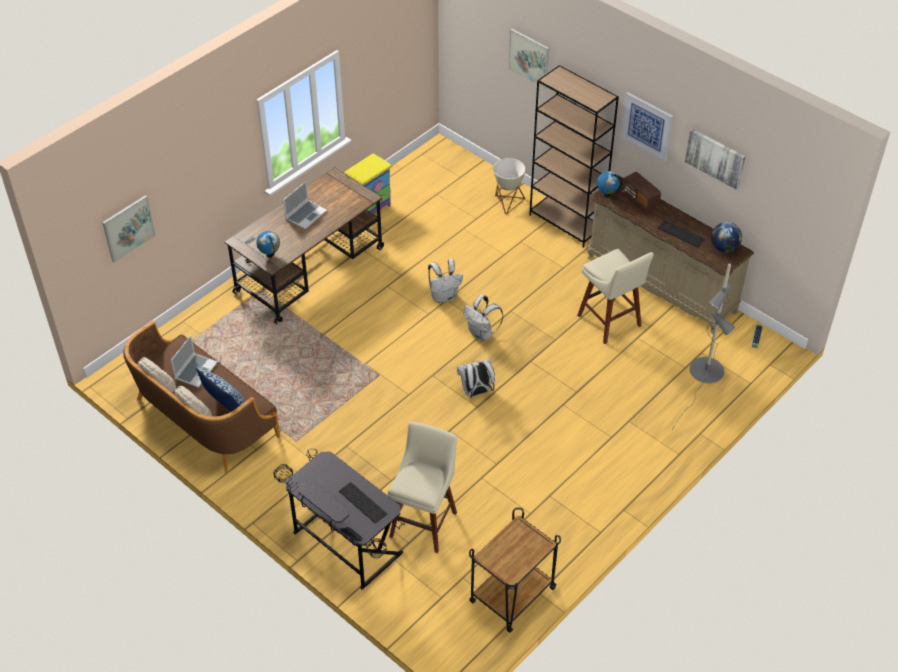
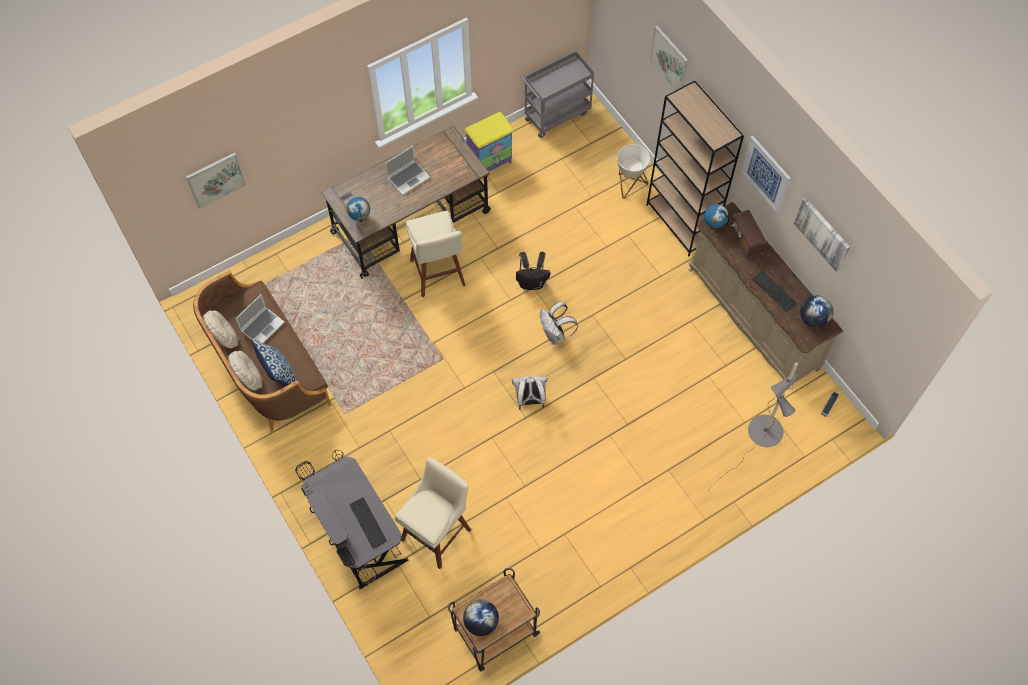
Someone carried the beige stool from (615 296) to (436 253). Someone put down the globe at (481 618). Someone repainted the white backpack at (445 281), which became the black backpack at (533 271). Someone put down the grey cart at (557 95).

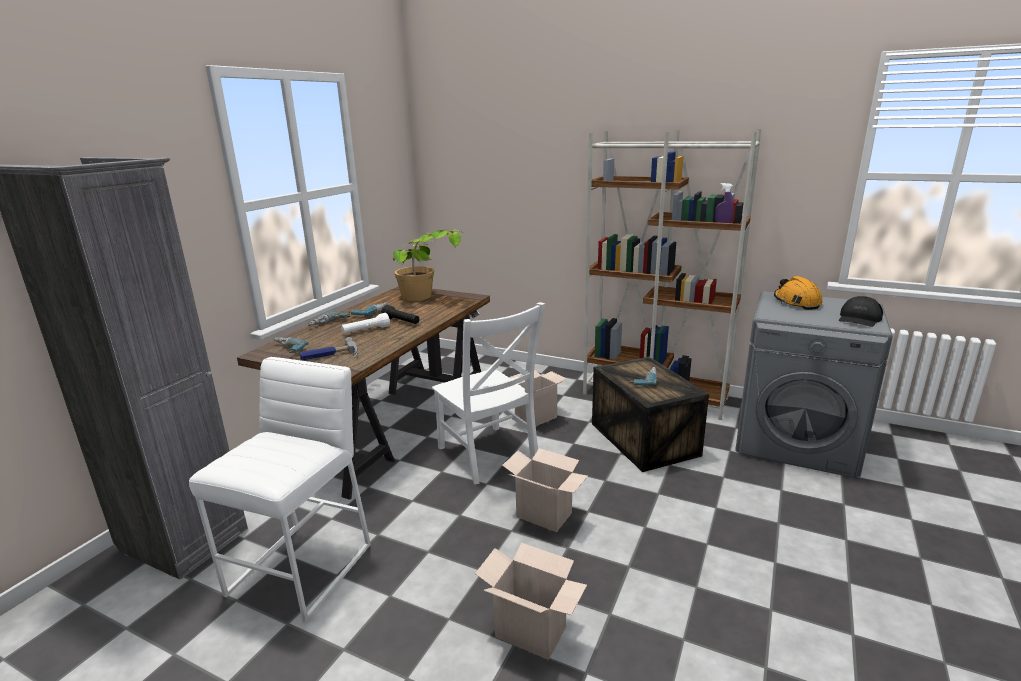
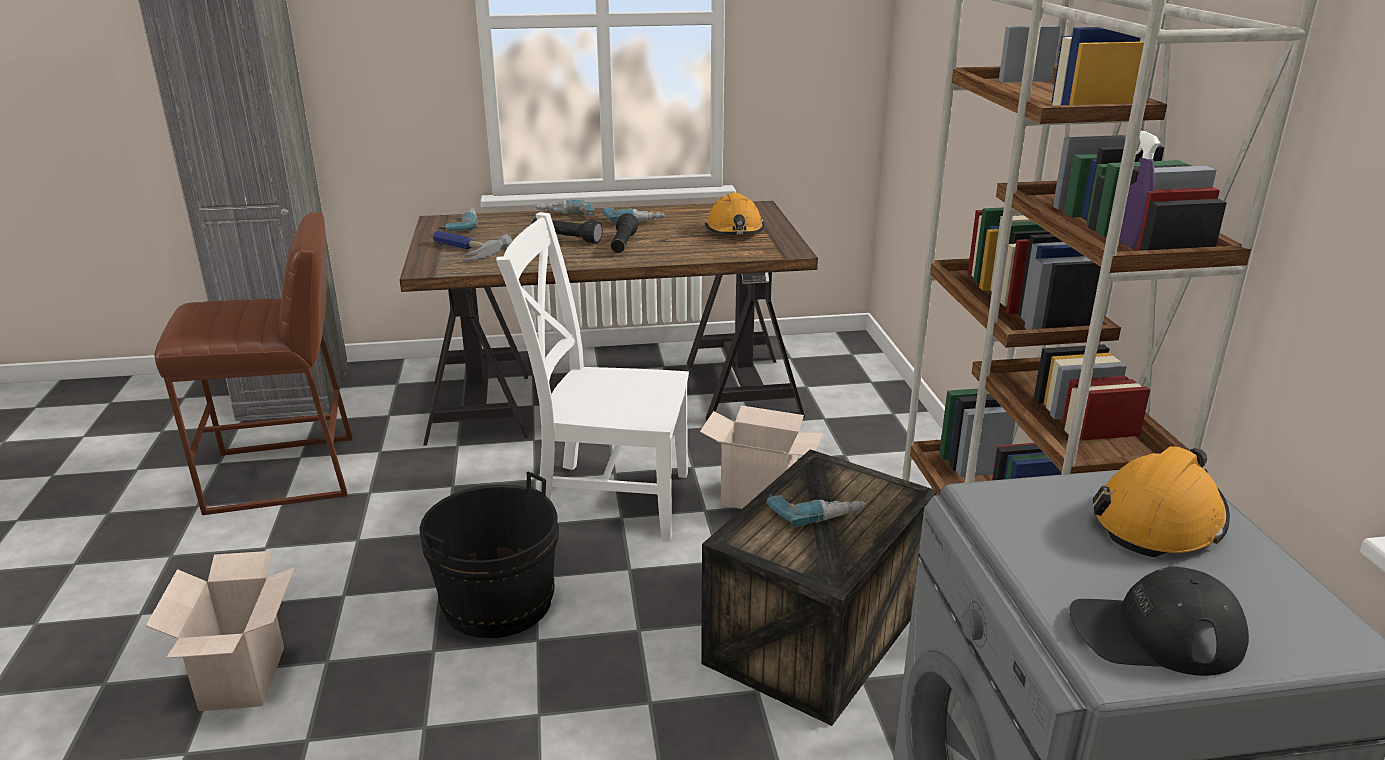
Someone repainted the white stool at (280 489), which became the brown stool at (253 363). Someone swapped the cardboard box at (545 490) for the black bucket at (489 554). Someone rotated the white chair at (488 393) by 75 degrees clockwise. Someone repainted the white flashlight at (365 323), which became the black flashlight at (567 231). Someone swapped the potted plant at (428 265) for the orange hard hat at (734 214).

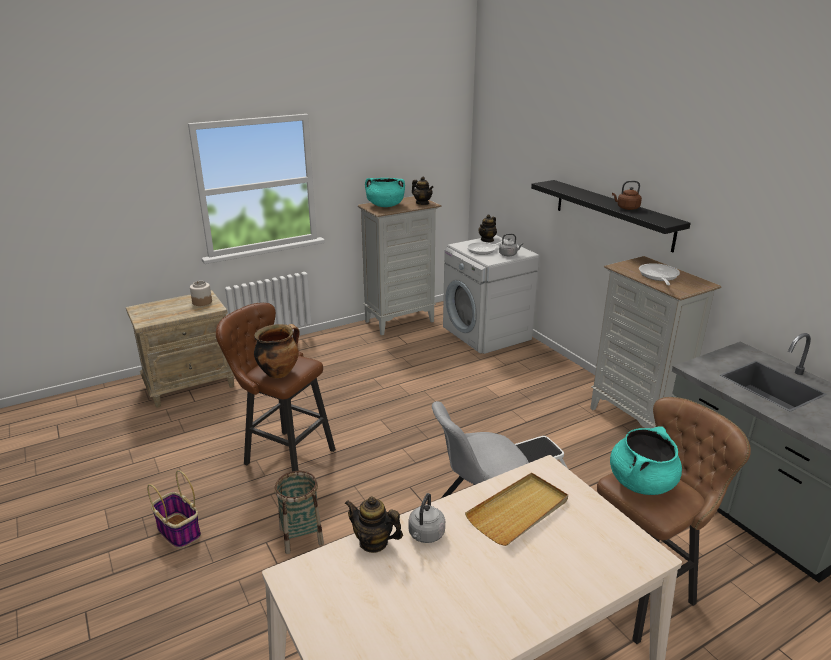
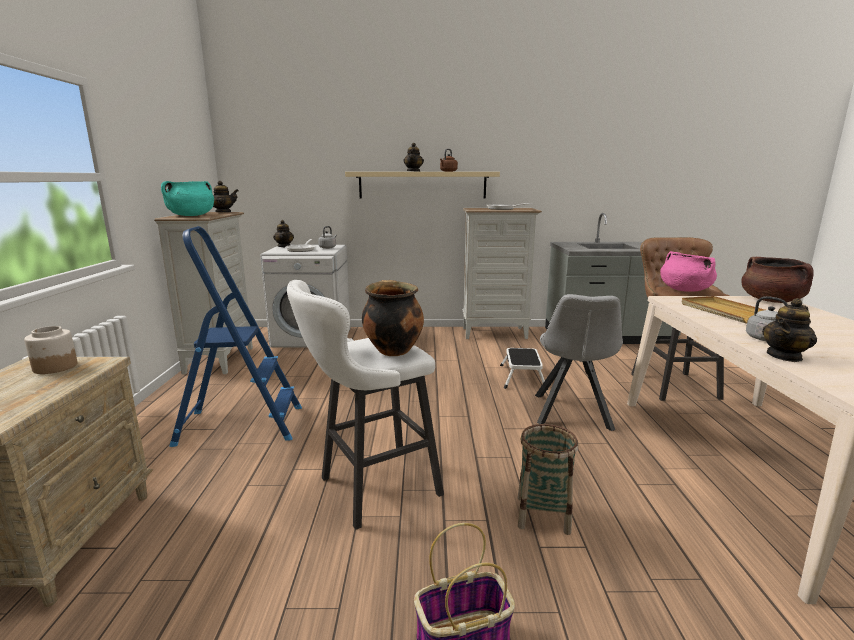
Someone put down the blue step ladder at (235 336). Someone repainted the brown stool at (276 387), which became the white stool at (365 405). Someone repainted the black shelf at (611 216), which became the beige shelf at (422 185). Someone put down the teapot at (413 157). Someone repainted the turquoise cooking pot at (646 460), which became the pink cooking pot at (688 271). Someone put down the brown cooking pot at (778 280).

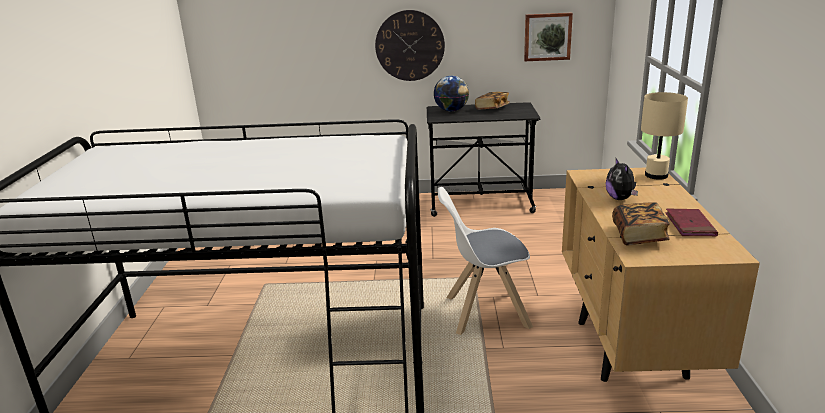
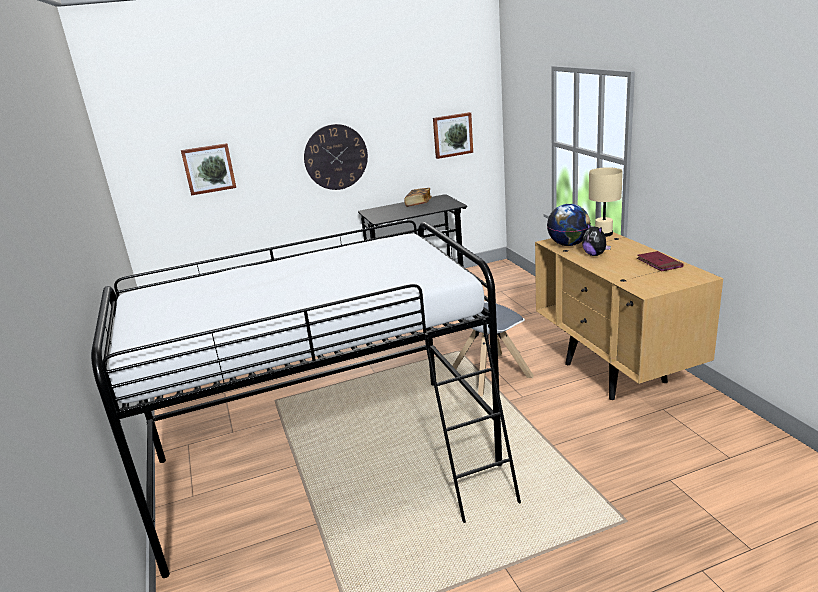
Someone put up the picture at (208 169). Someone carried the globe from (451 93) to (569 225). Someone took away the book at (641 223).

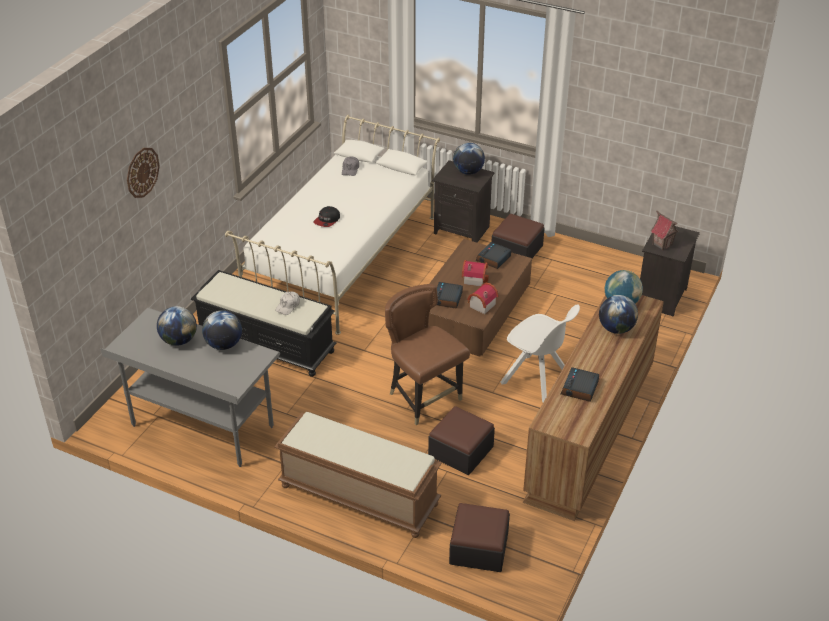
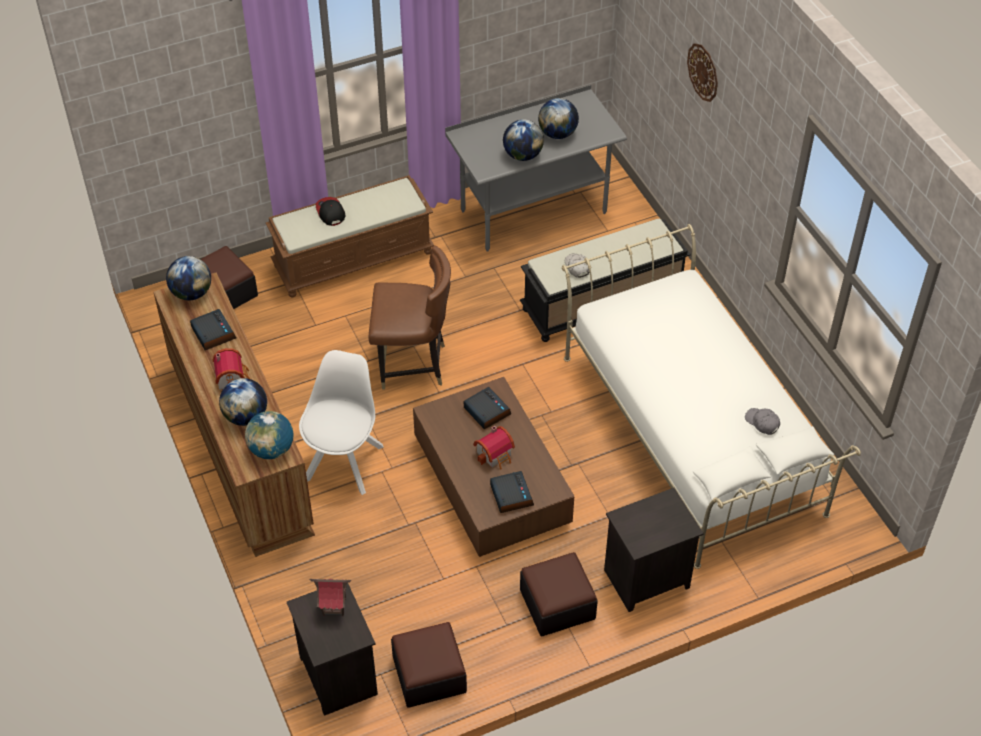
Someone carried the globe from (469 159) to (188 278). Someone carried the toy house from (483 298) to (231 369). Someone rotated the white chair at (540 353) by 120 degrees clockwise. Someone carried the cap from (327 216) to (331 211). Someone carried the ottoman from (461 440) to (429 665).

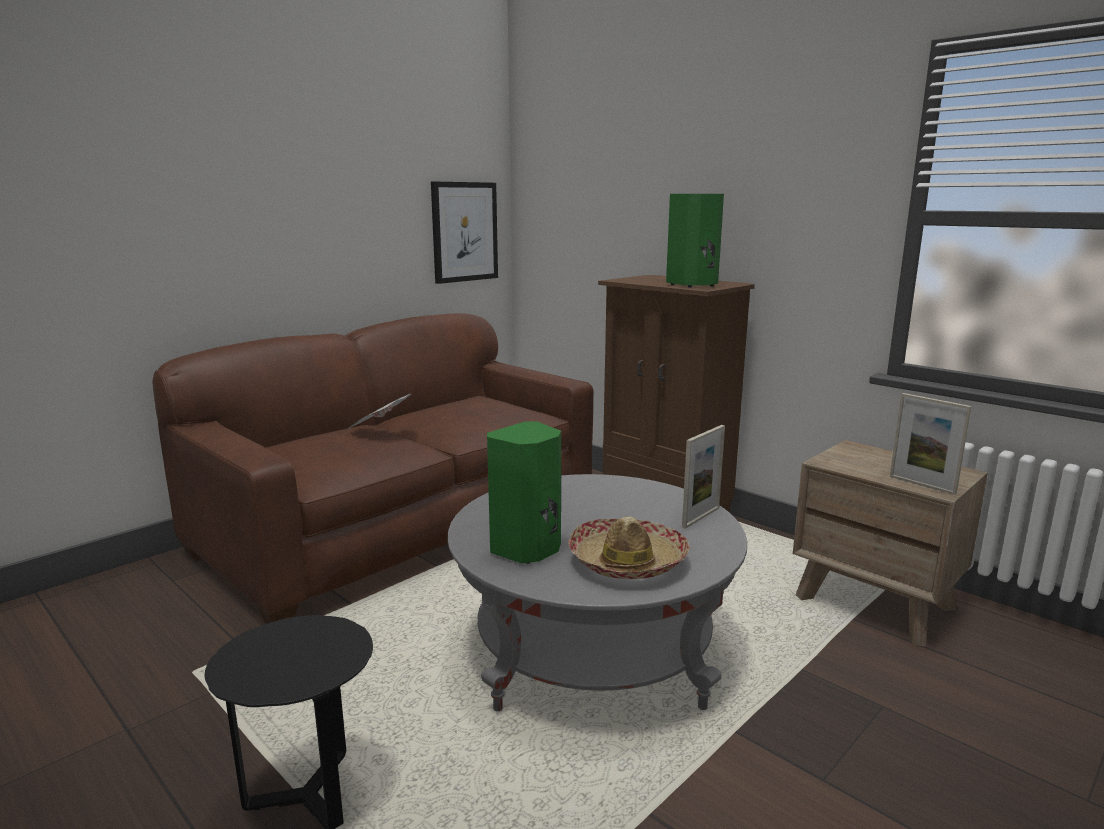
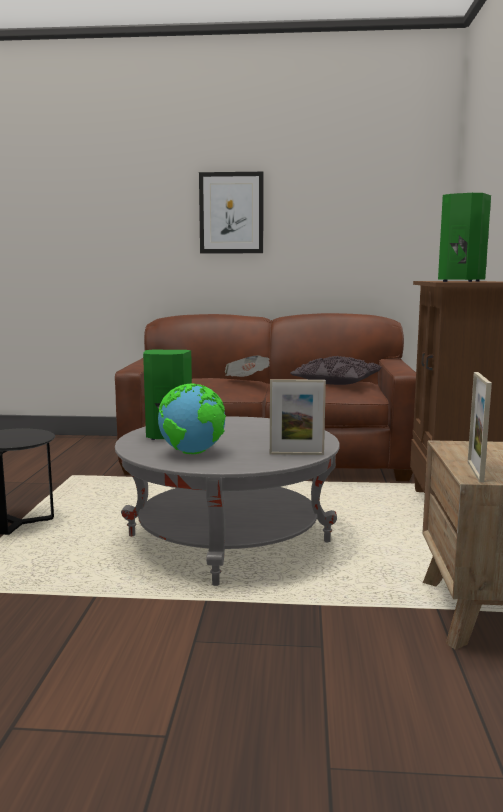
Someone swapped the hat at (629 548) for the globe at (192 419). Someone carried the picture from (464 233) to (231 212). Someone put down the black pillow at (335 370).

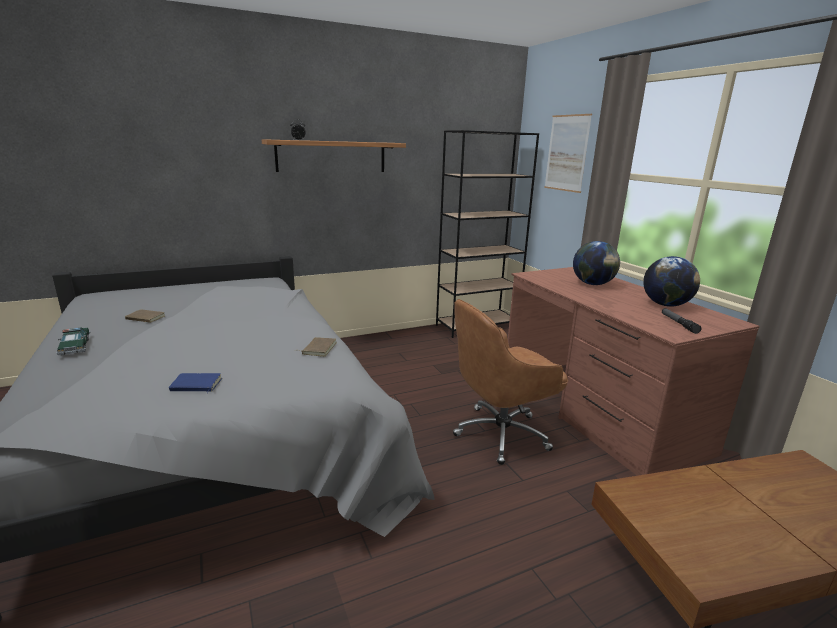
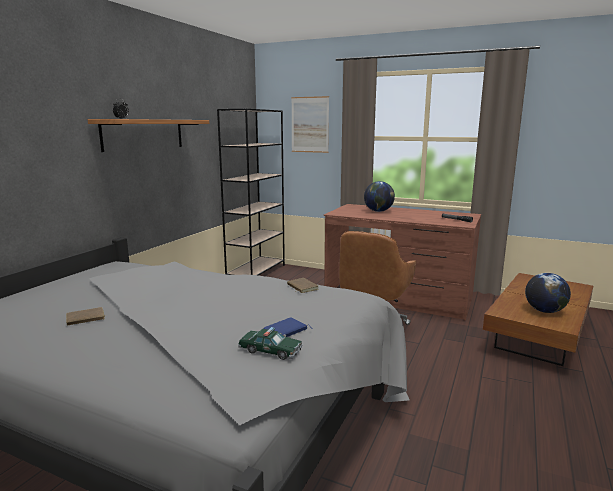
Someone carried the toy car from (73 341) to (270 343). Someone carried the globe from (671 281) to (548 293).

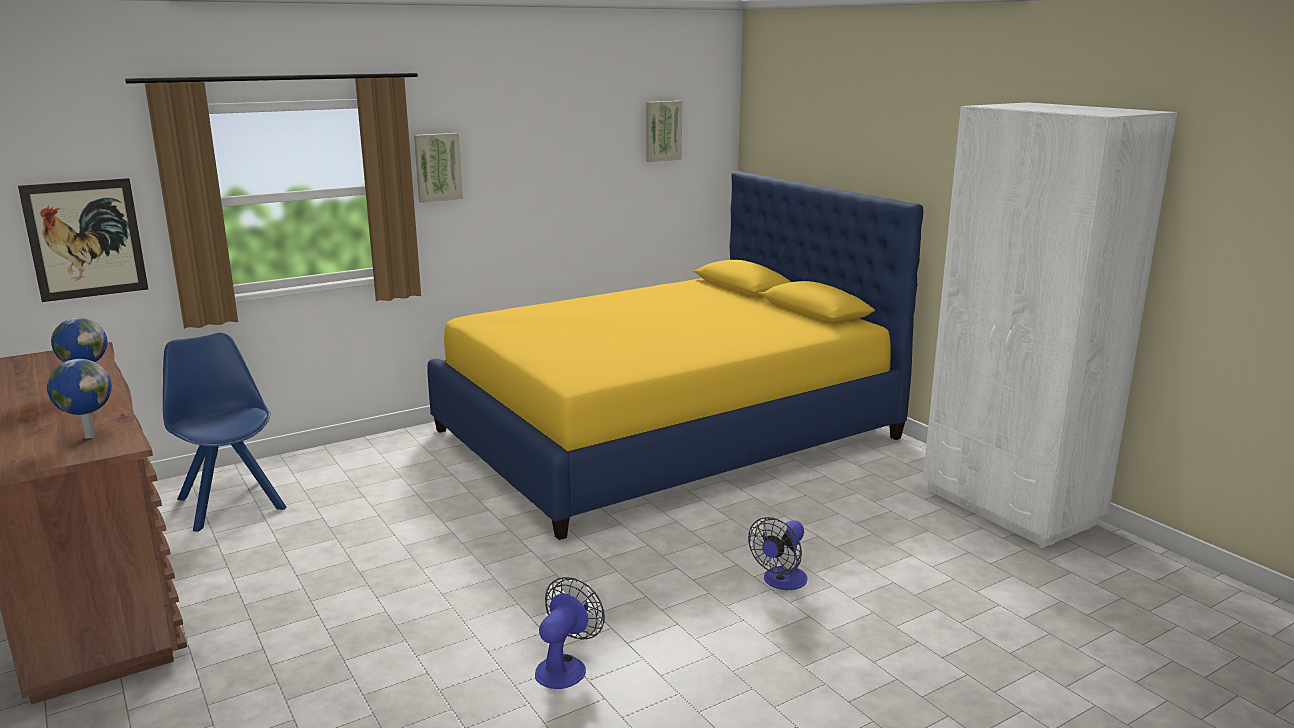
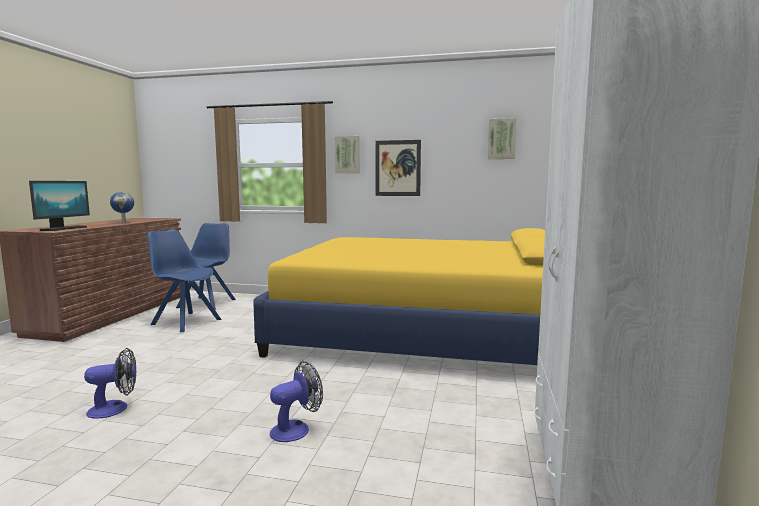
Someone swapped the globe at (79 398) for the monitor at (59 206). Someone put down the blue chair at (184 280). Someone rotated the fan at (777 553) by 150 degrees clockwise. Someone carried the picture from (83 240) to (398 168).

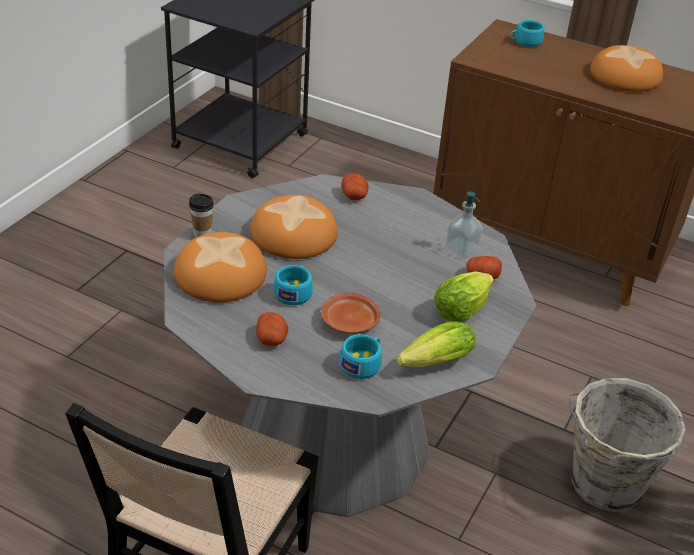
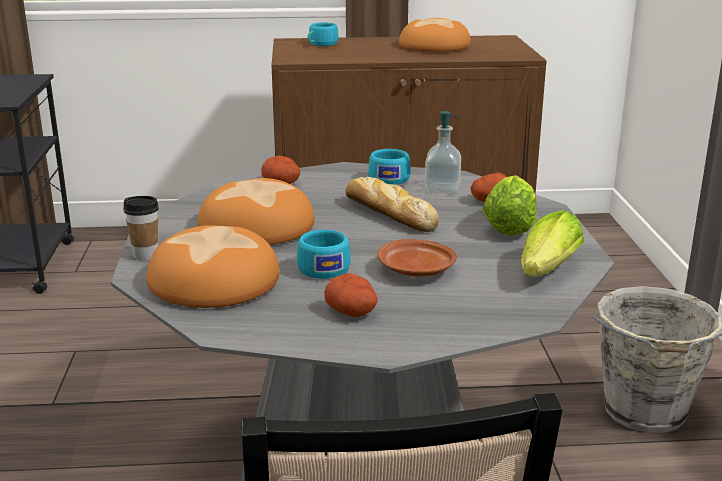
Someone put down the bread at (392 204). Someone carried the turquoise cup from (360 356) to (389 167).

